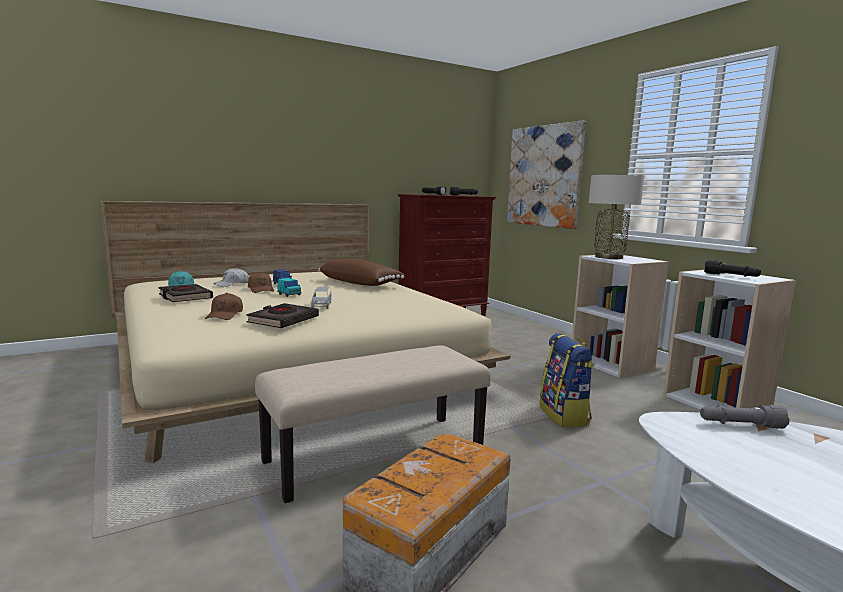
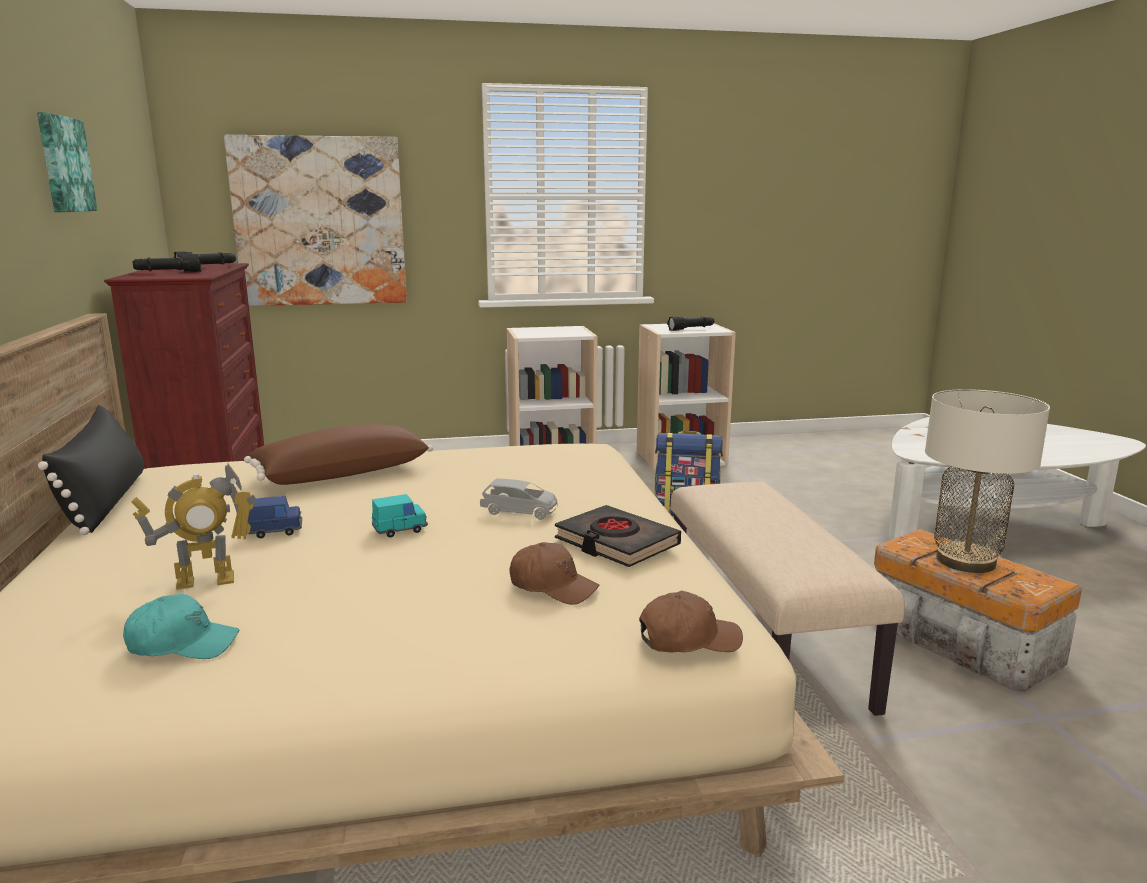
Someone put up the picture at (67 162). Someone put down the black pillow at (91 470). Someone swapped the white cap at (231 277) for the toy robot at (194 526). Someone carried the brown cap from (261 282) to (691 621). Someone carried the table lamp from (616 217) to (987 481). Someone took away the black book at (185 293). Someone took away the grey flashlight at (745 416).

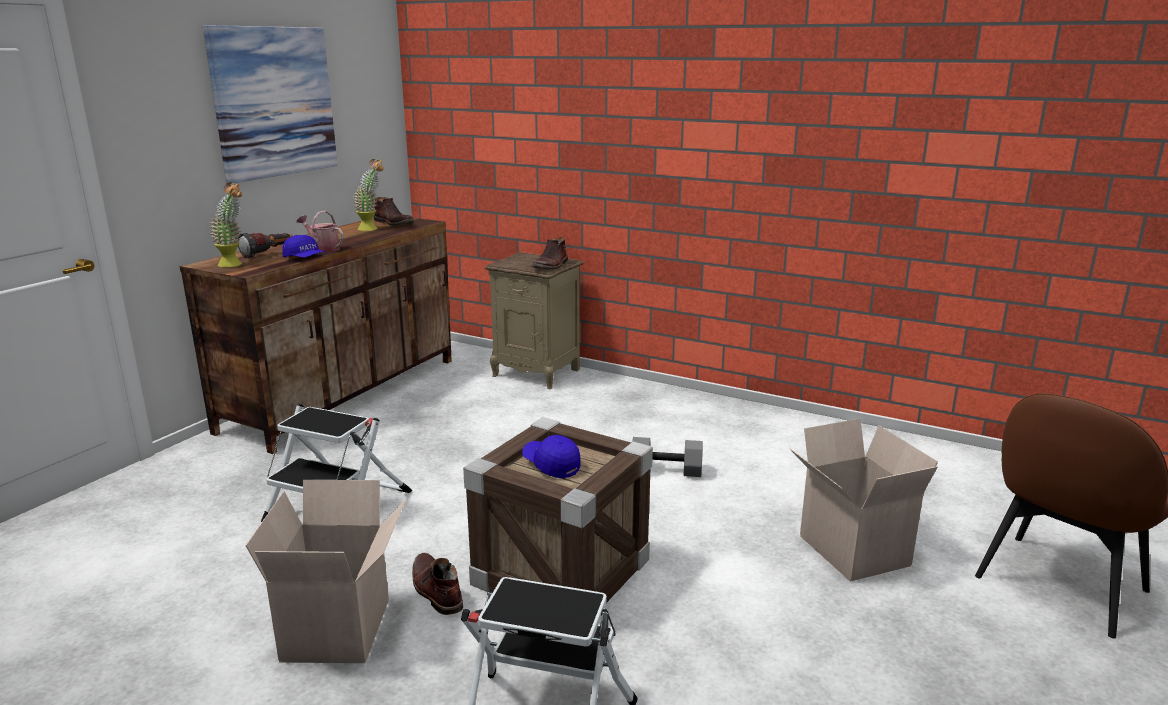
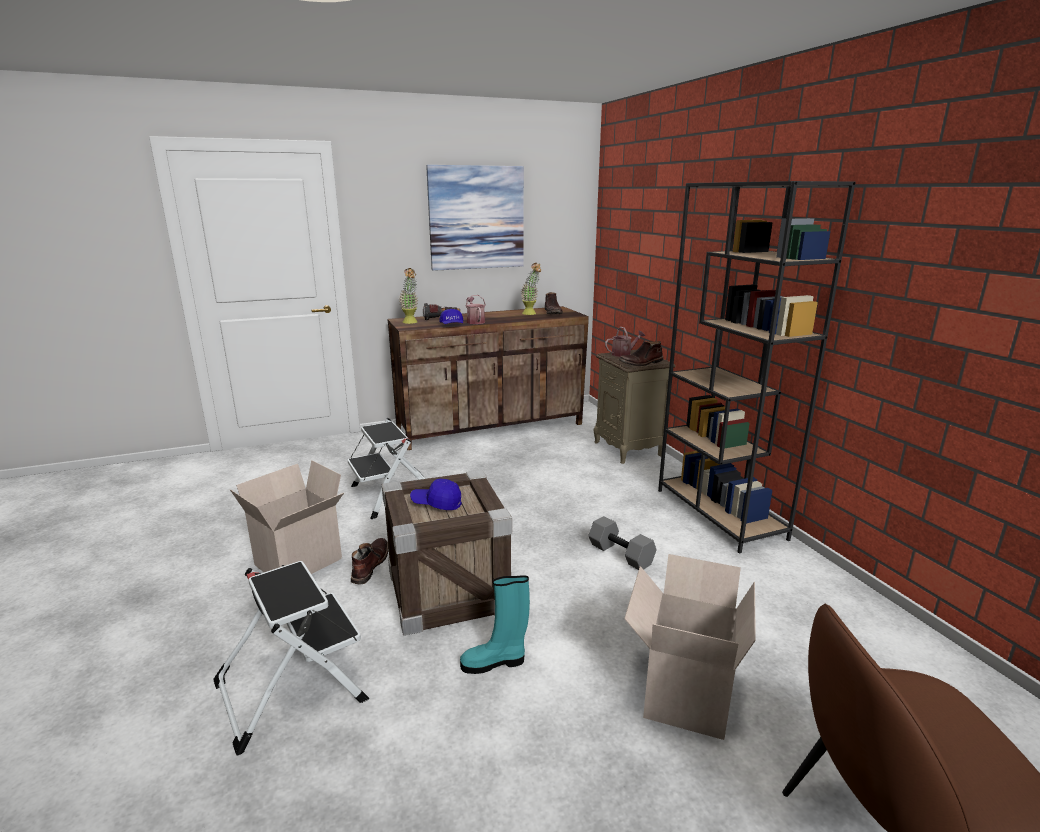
Someone rotated the blue cap at (551 456) by 75 degrees counterclockwise. Someone put down the turquoise boot at (495 624). Someone put down the watering can at (625 342). Someone put down the bookcase at (757 367).

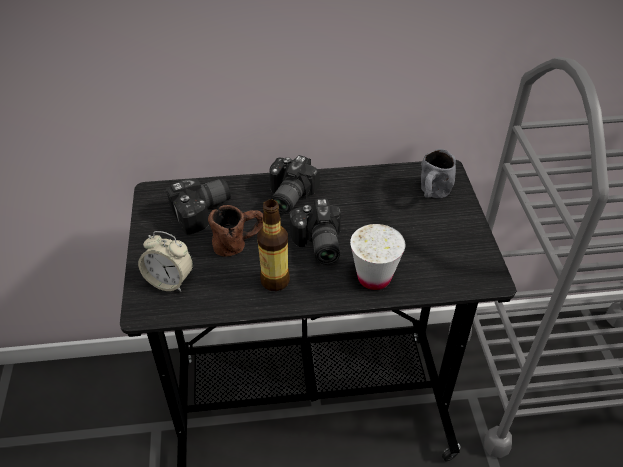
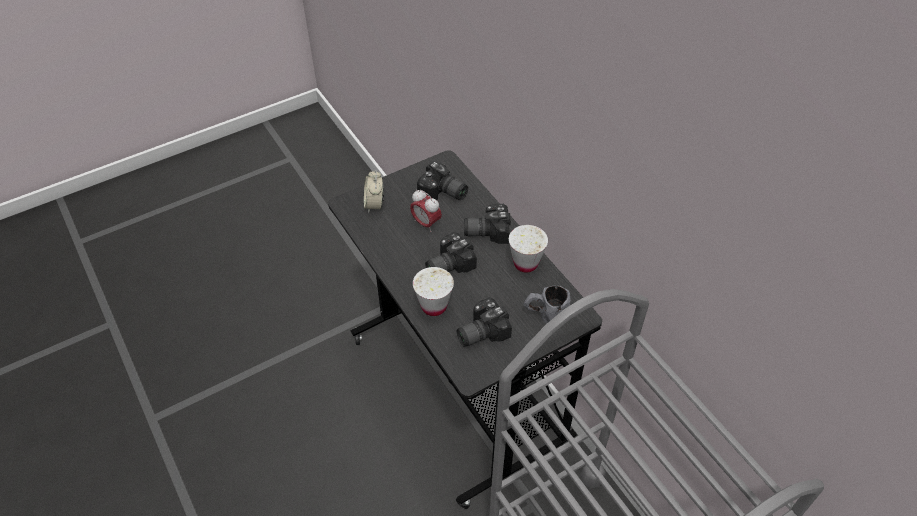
Someone swapped the brown mug at (235 231) for the alarm clock at (426 211). Someone put down the photo camera at (484 322). Someone put down the white cup at (528 249). Someone took away the bottle at (273 245).

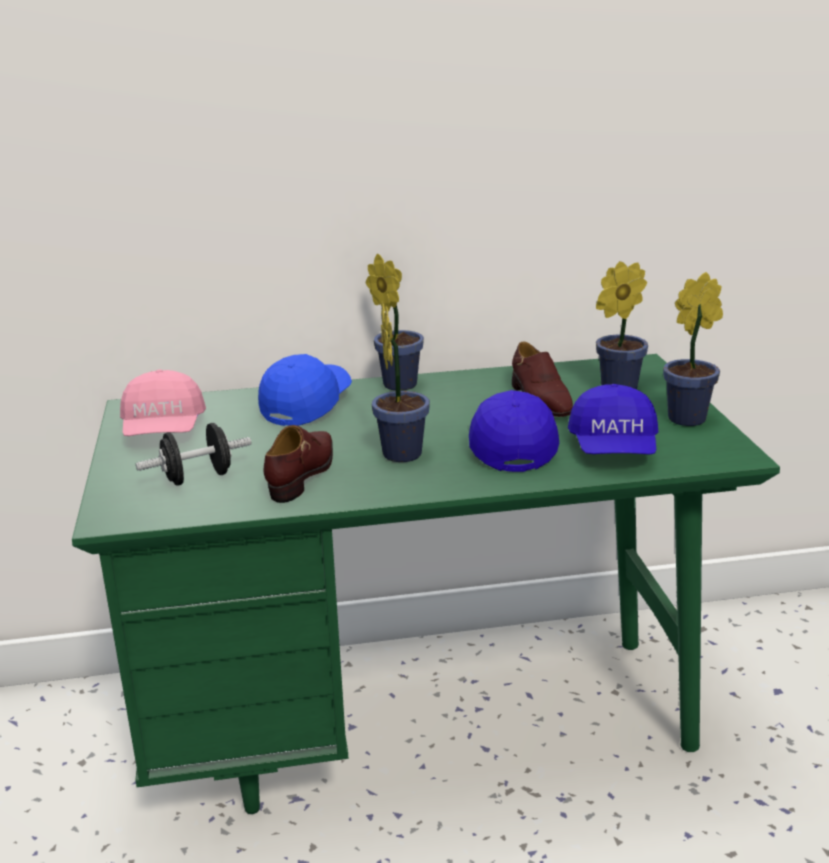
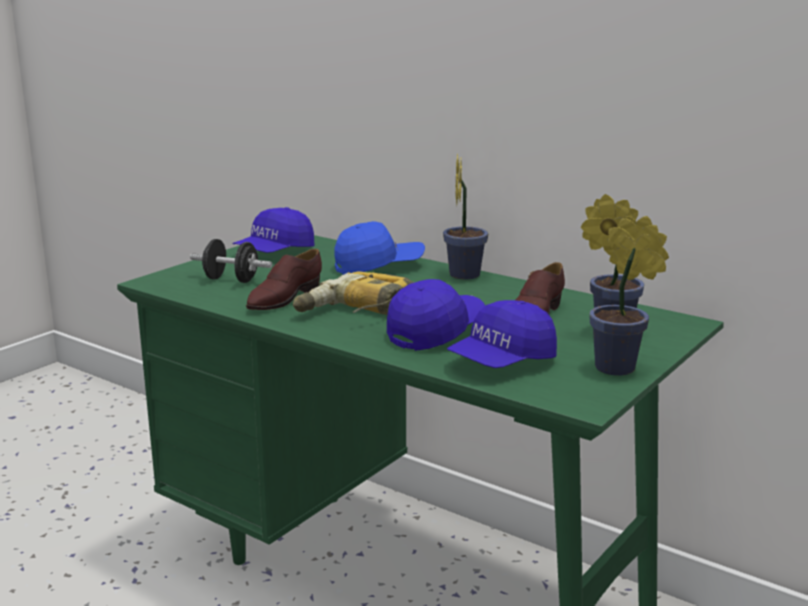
Someone repainted the pink cap at (163 402), which became the blue cap at (274 230). Someone rotated the brown shoe at (298 464) by 150 degrees clockwise. Someone swapped the potted plant at (401 382) for the power drill at (353 293).

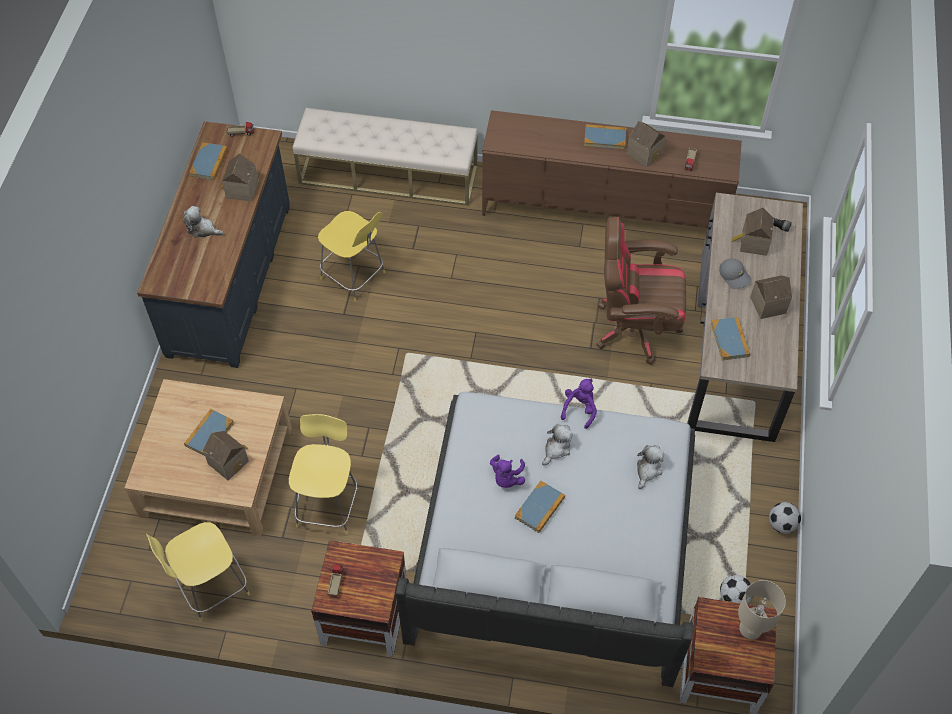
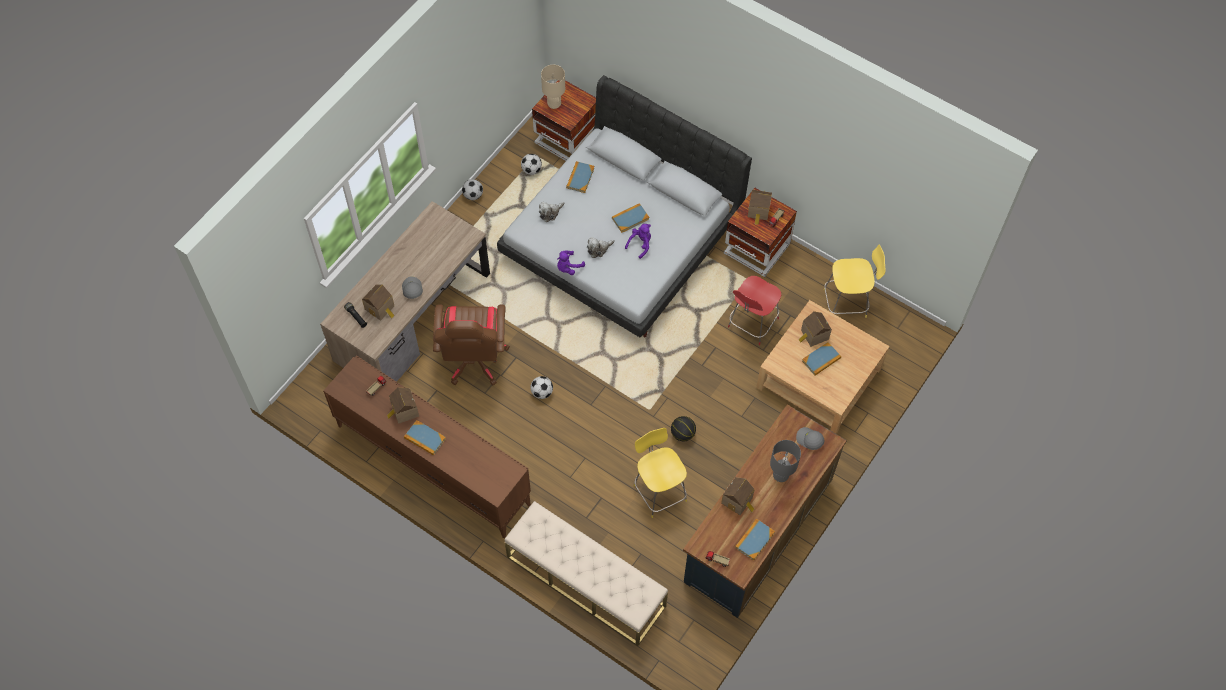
Someone rotated the brown office chair at (641 291) by 60 degrees clockwise. Someone put down the football at (541 387). Someone carried the book from (730 338) to (580 177). Someone put down the basketball at (683 428). Someone repainted the yellow stool at (323 474), which became the red stool at (754 310). Someone carried the toy house from (771 297) to (760 207). Someone swapped the plush toy at (203 222) for the grey table lamp at (785 461). Someone put down the grey cap at (810 438).

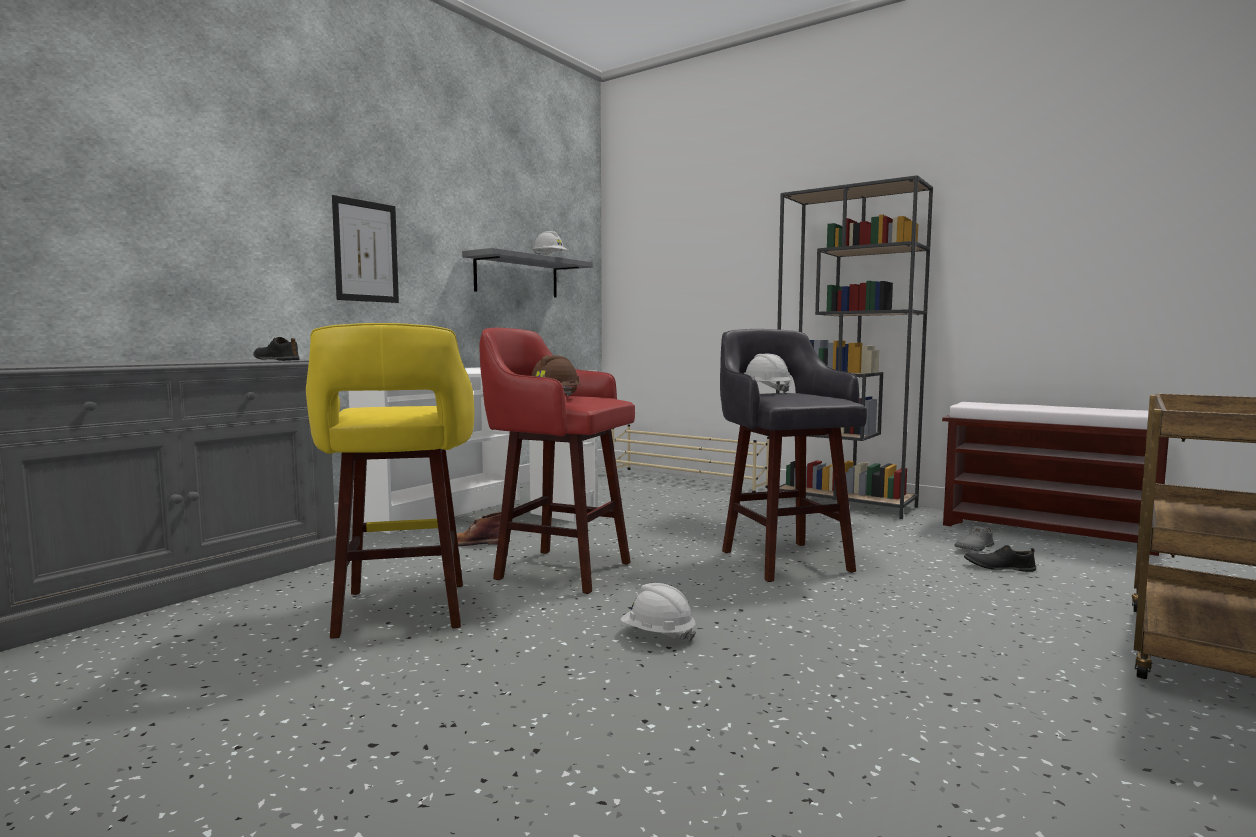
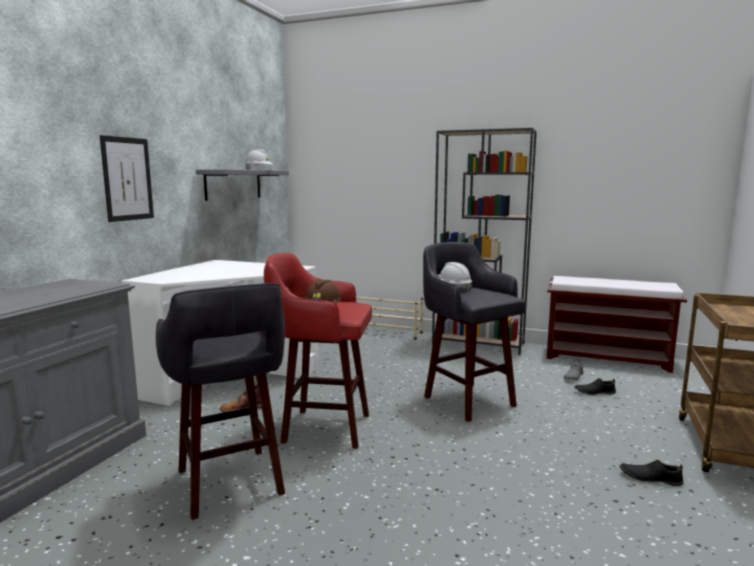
Someone repainted the yellow stool at (390 481), which became the grey stool at (220 401). Someone carried the black shoe from (276 349) to (652 472). Someone took away the white hard hat at (658 612).

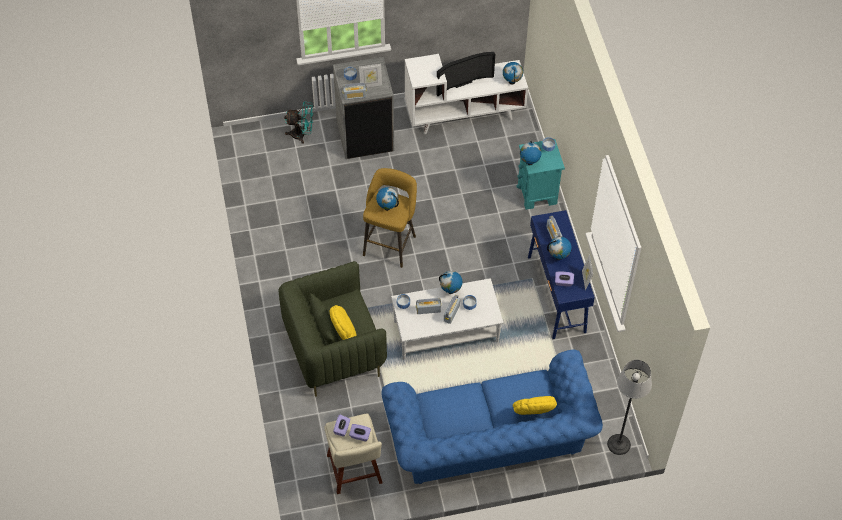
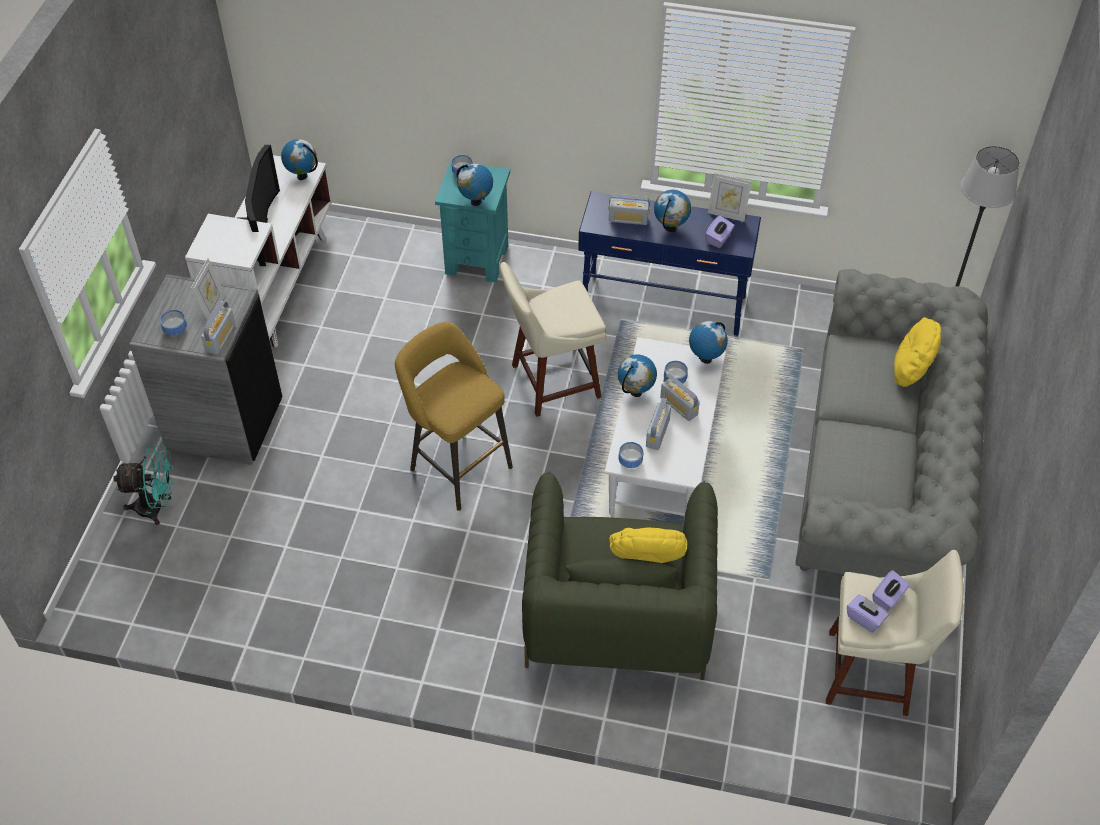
Someone rotated the turquoise fan at (298 123) by 60 degrees clockwise. Someone put down the beige stool at (553 339). Someone carried the globe from (387 199) to (708 342). Someone repainted the blue sofa at (492 416), which became the grey sofa at (891 423).

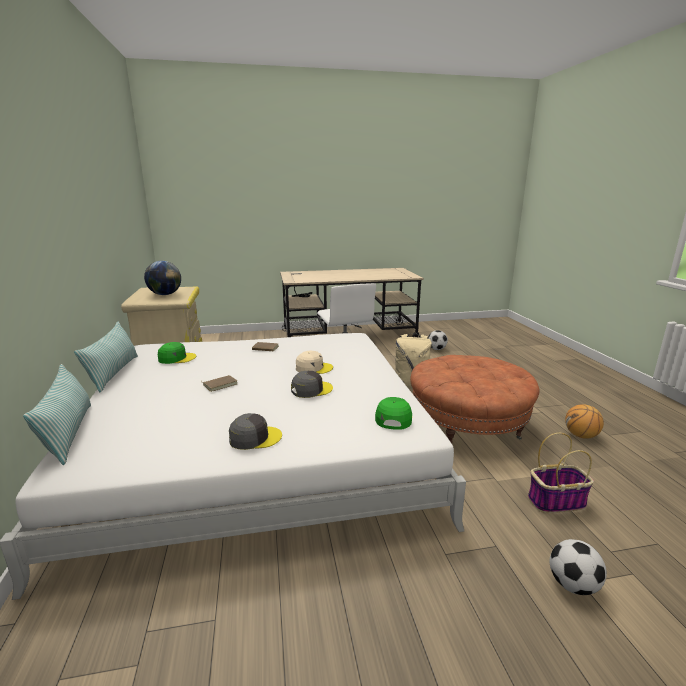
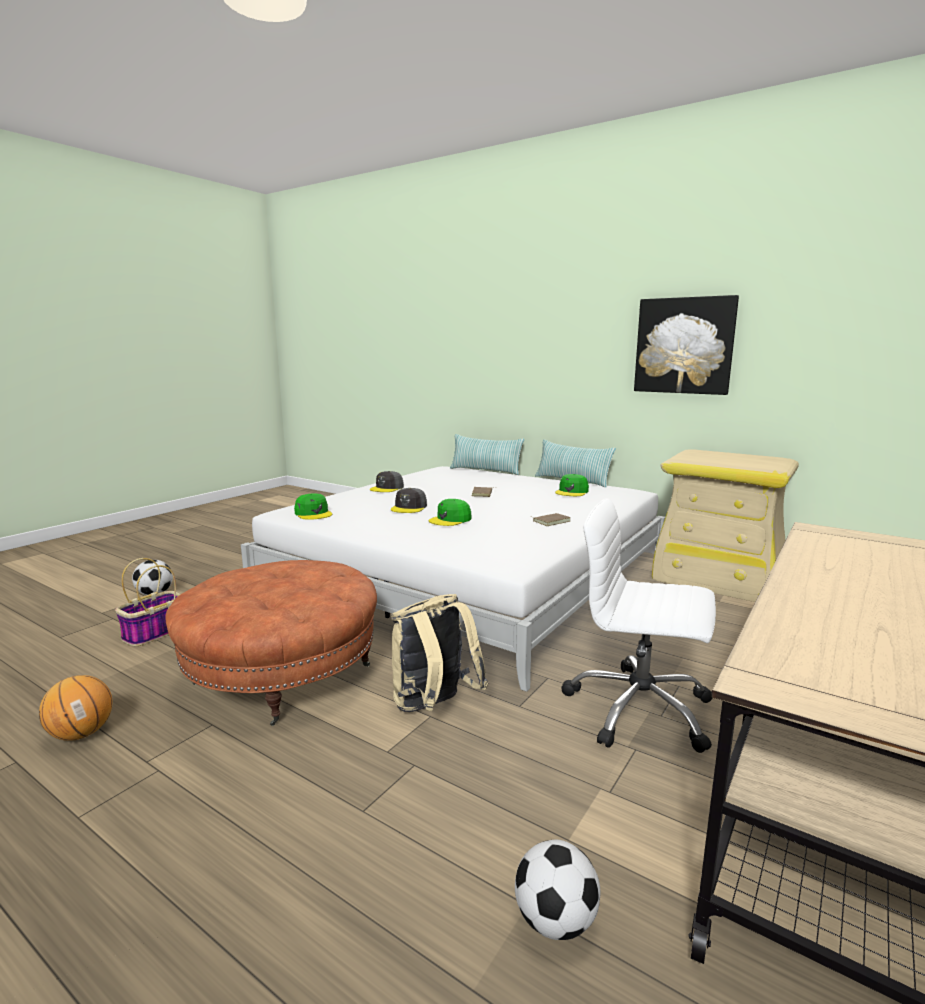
Someone repainted the beige cap at (314 362), which became the green cap at (450 512). Someone put up the picture at (686 345). Someone took away the globe at (162 278).

